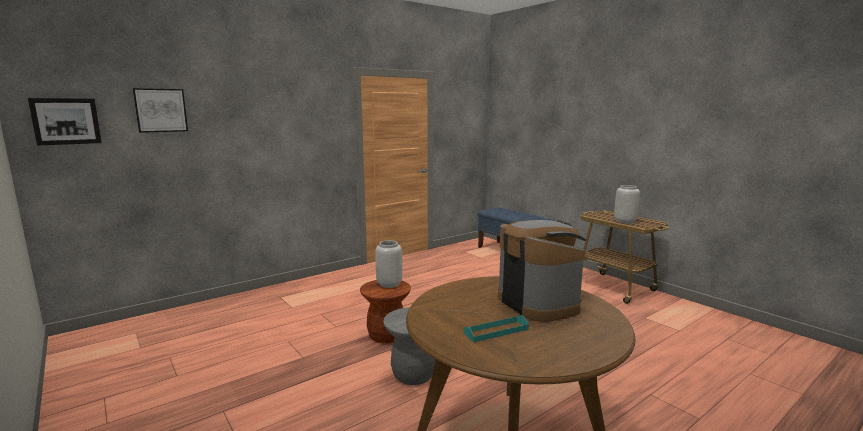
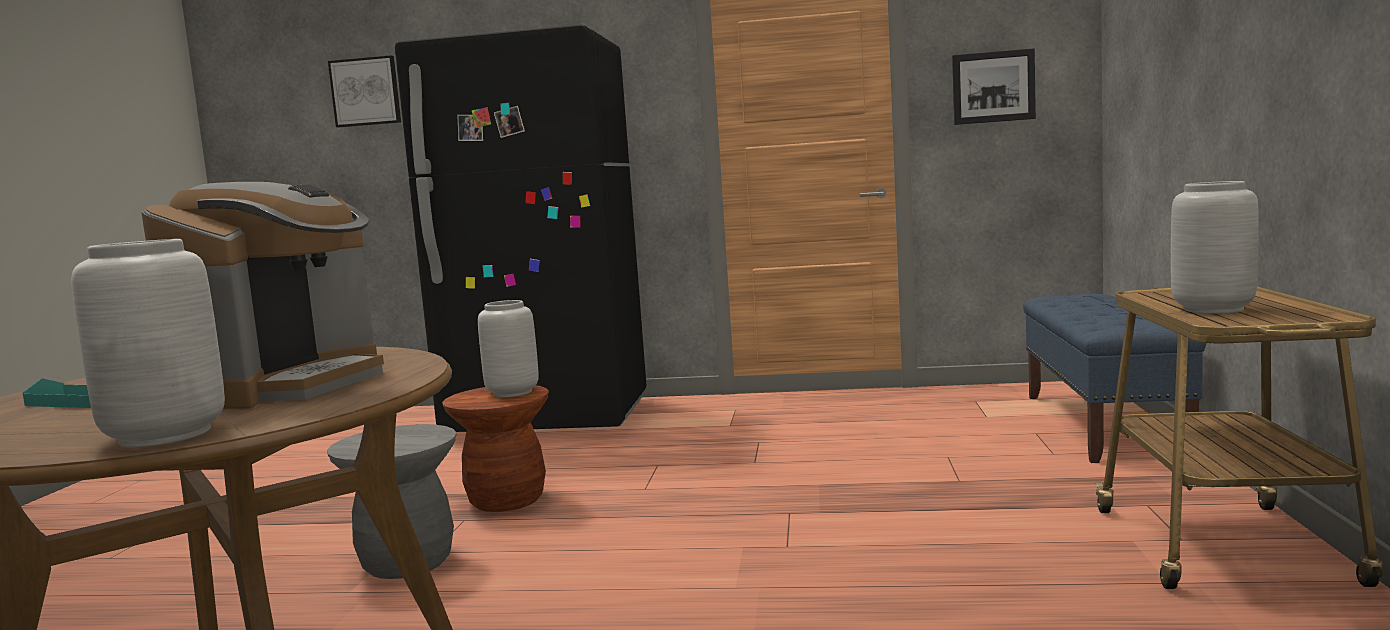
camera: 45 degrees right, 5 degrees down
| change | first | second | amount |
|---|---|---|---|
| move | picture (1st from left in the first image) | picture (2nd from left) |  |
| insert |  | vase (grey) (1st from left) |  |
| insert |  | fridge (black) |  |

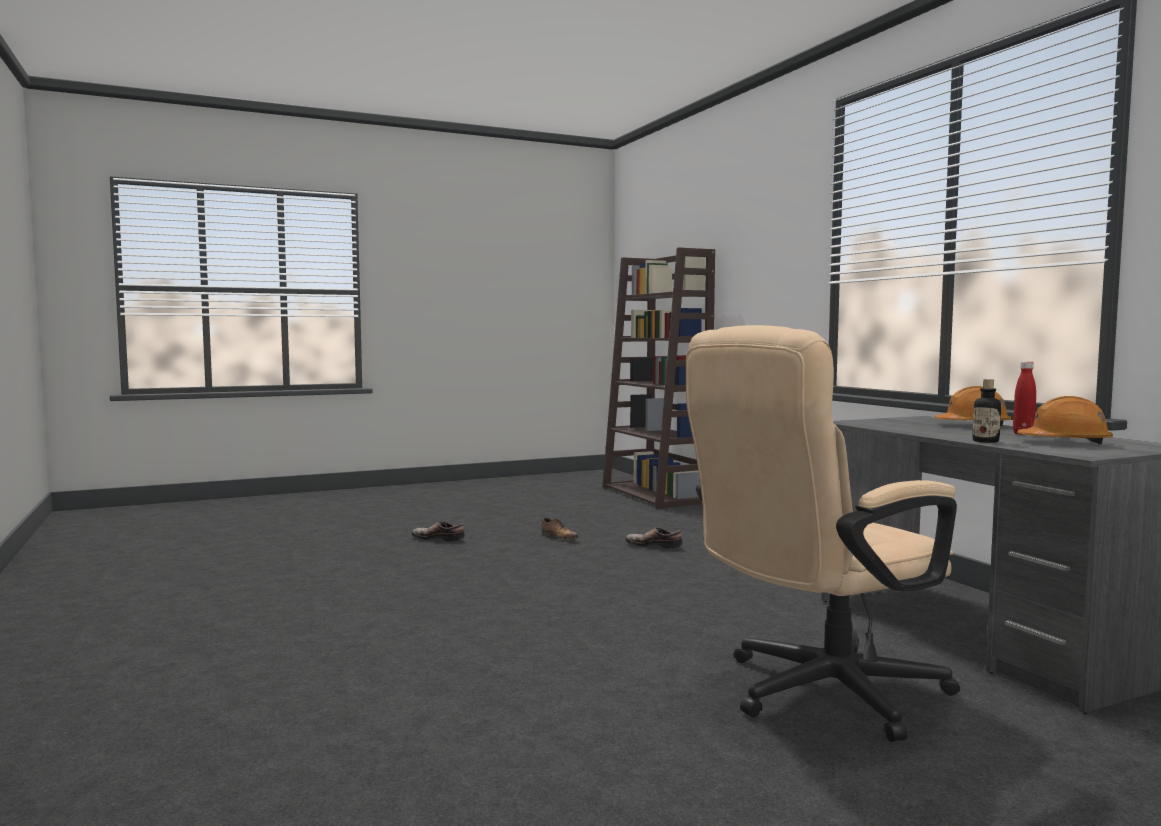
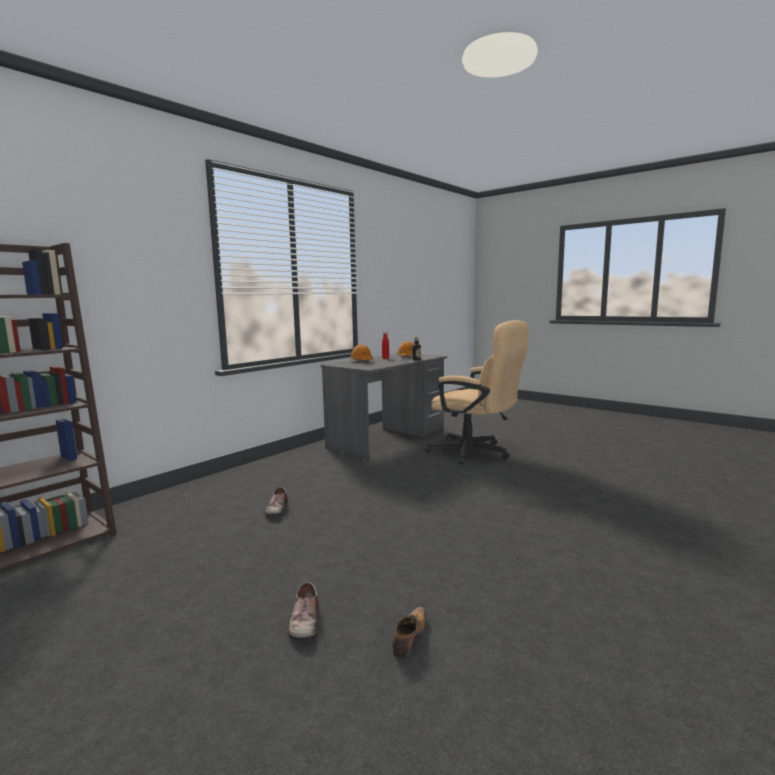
camera: 115 degrees left, 5 degrees up
| change | first | second | amount |
|---|---|---|---|
| move | shoe (2nd from left in the first image) | shoe (3rd from left) |  |

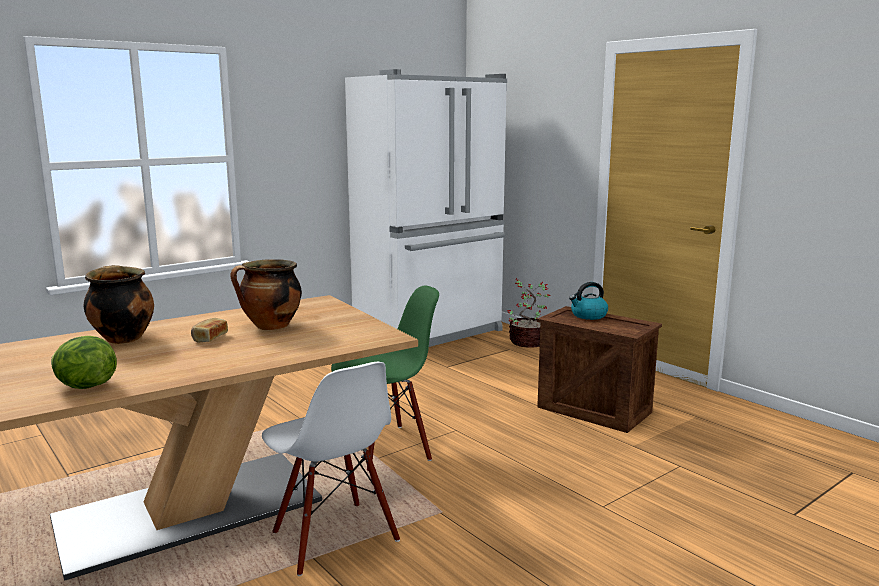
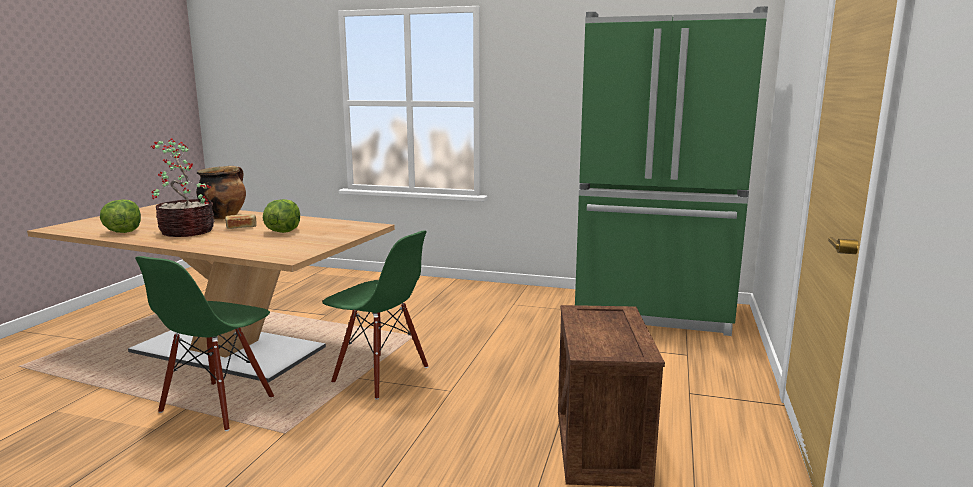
camera: 55 degrees right, 0 degrees up
| change | first | second | amount |
|---|---|---|---|
| replace | cooking pot (2nd from left) | lettuce (2nd from left) |  |
| recolor | chair (white) | chair (green) (1st from left) |  |
| recolor | fridge (white) | fridge (green) |  |
| move | potted plant |  |  |
| delete | kettle |  |  |

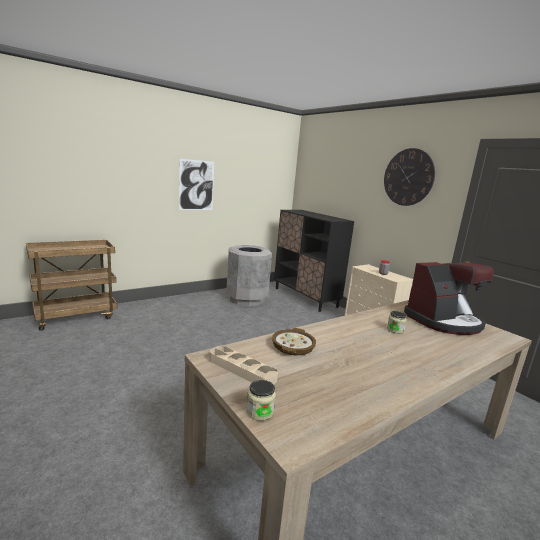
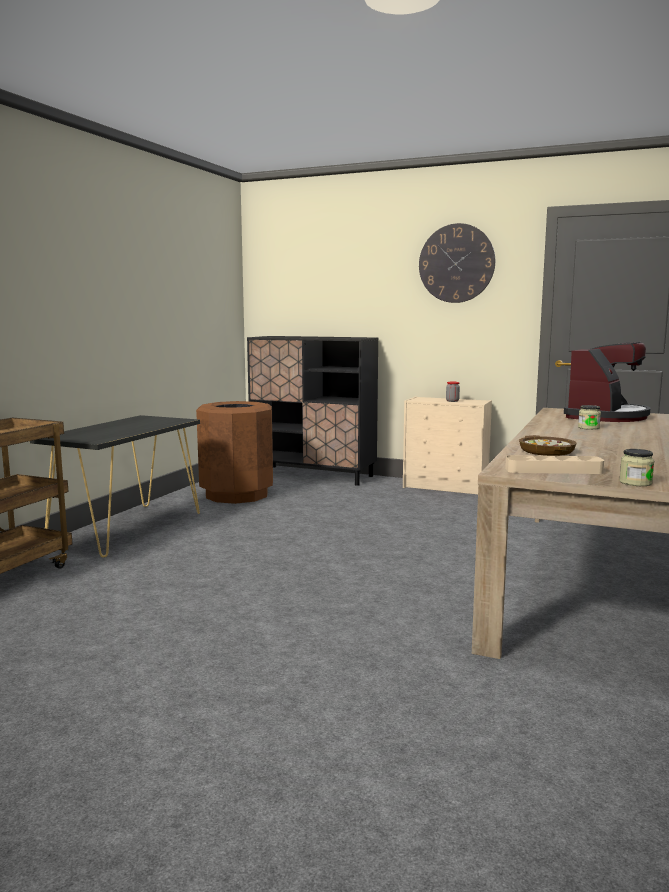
camera: 30 degrees left, 5 degrees down
| change | first | second | amount |
|---|---|---|---|
| delete | picture |  |  |
| recolor | trash can (grey) | trash can (brown) |  |
| insert |  | console table (black) |  |

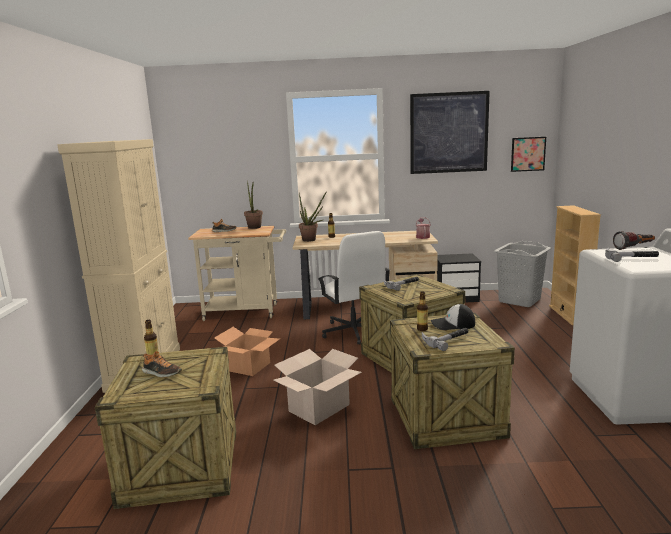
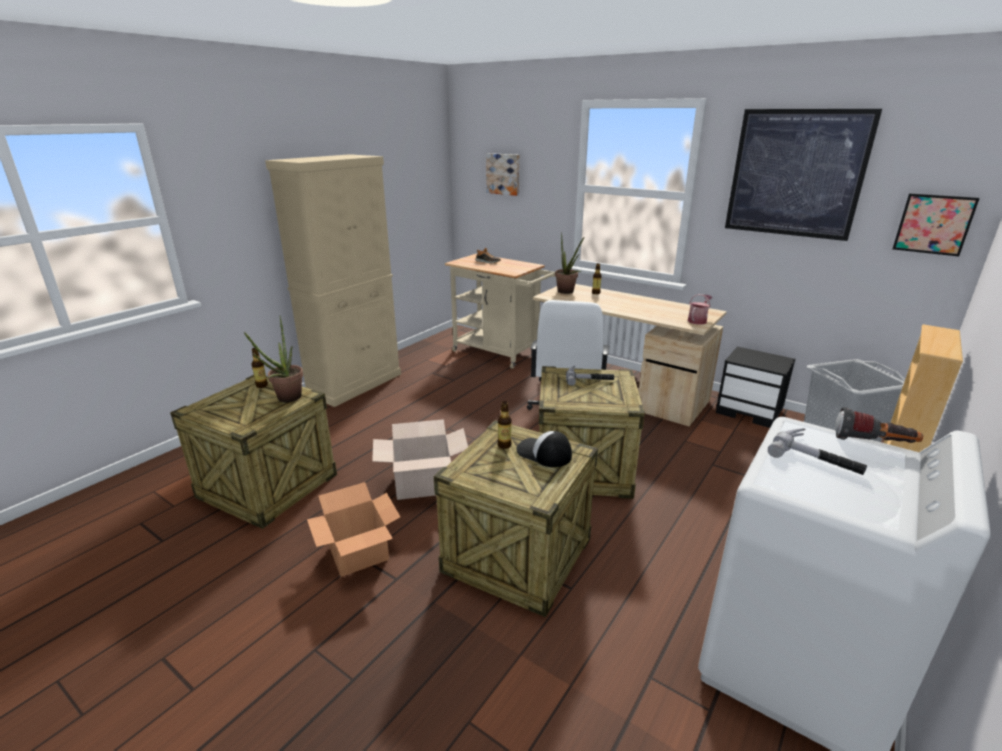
camera: 35 degrees right, 10 degrees up
| change | first | second | amount |
|---|---|---|---|
| delete | shoe (1st from left) |  |  |
| move | cardboard box (1st from left) |  |  |
| move | potted plant (1st from left) |  |  |
| delete | hammer (2nd from left) |  |  |
| insert |  | picture (1st from left) |  |

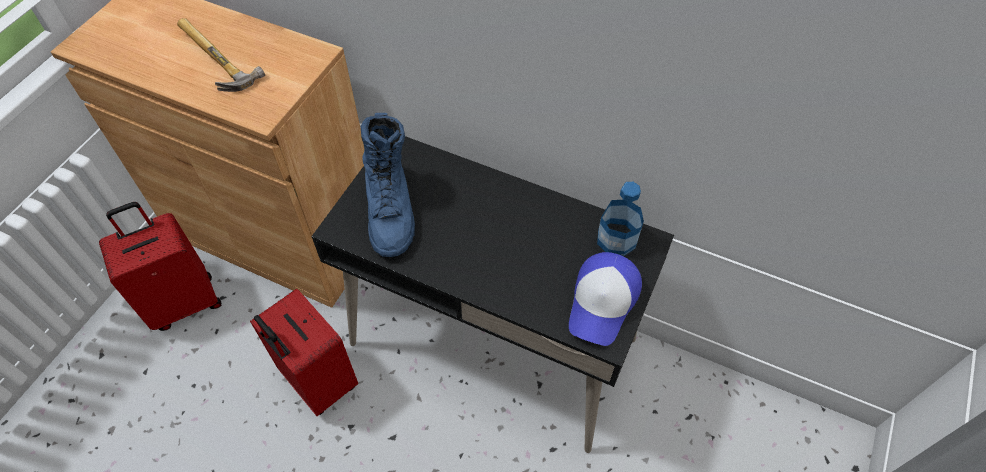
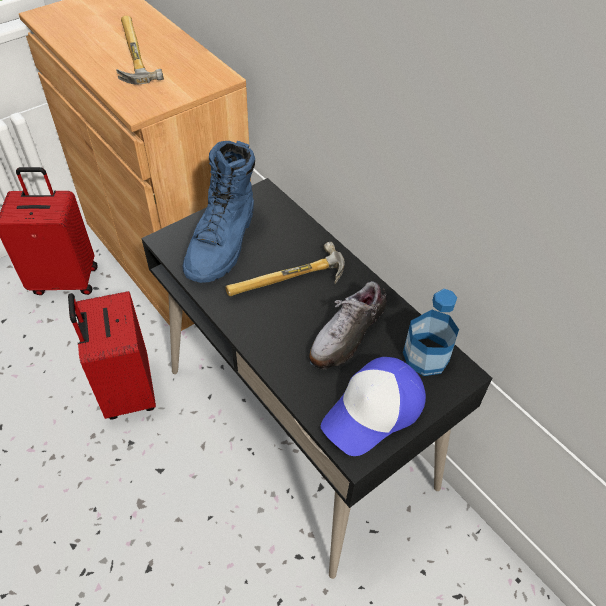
camera: 25 degrees right, 5 degrees down
| change | first | second | amount |
|---|---|---|---|
| insert |  | hammer (2nd from left) |  |
| insert |  | shoe |  |

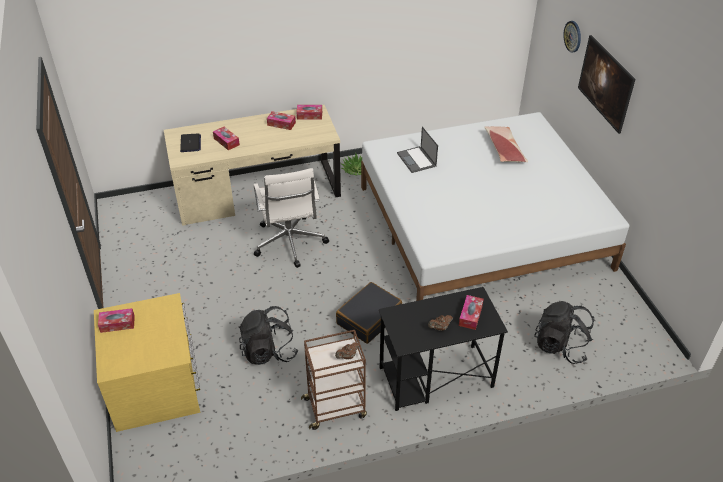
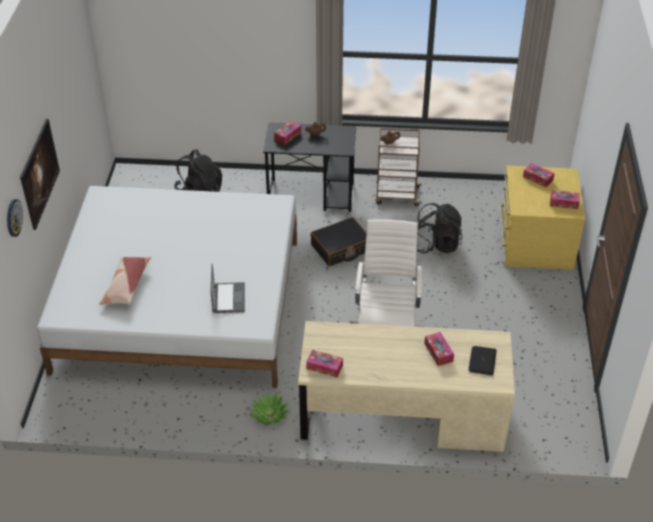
camera: 160 degrees left, 0 degrees up
| change | first | second | amount |
|---|---|---|---|
| move | tissue box (3rd from left in the first image) | tissue box (4th from left) |  |

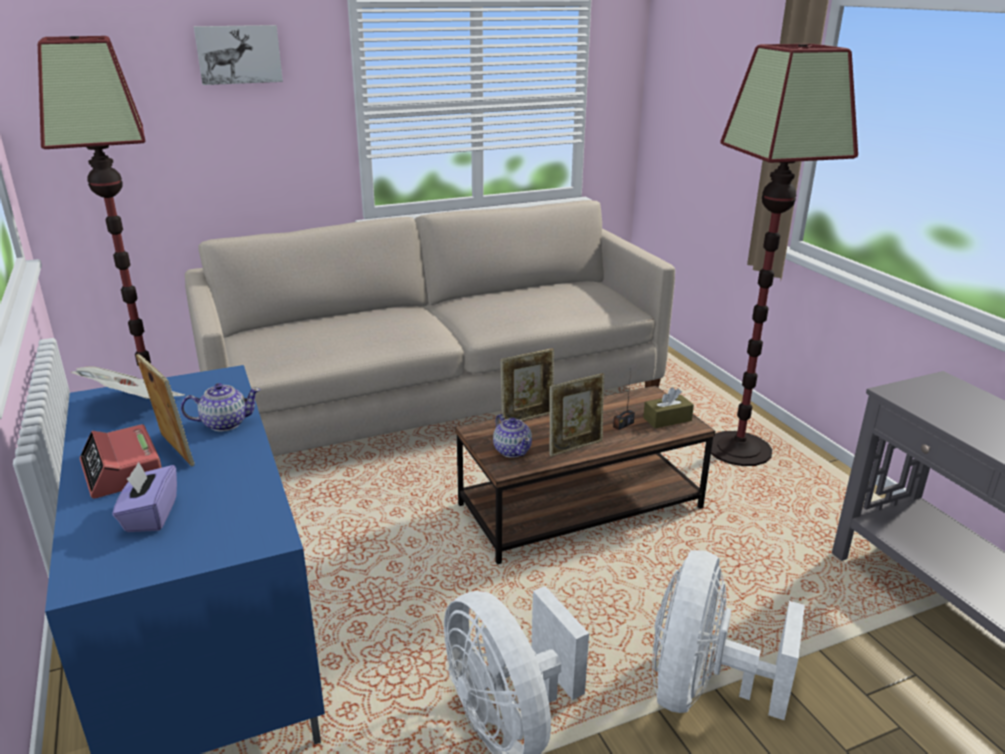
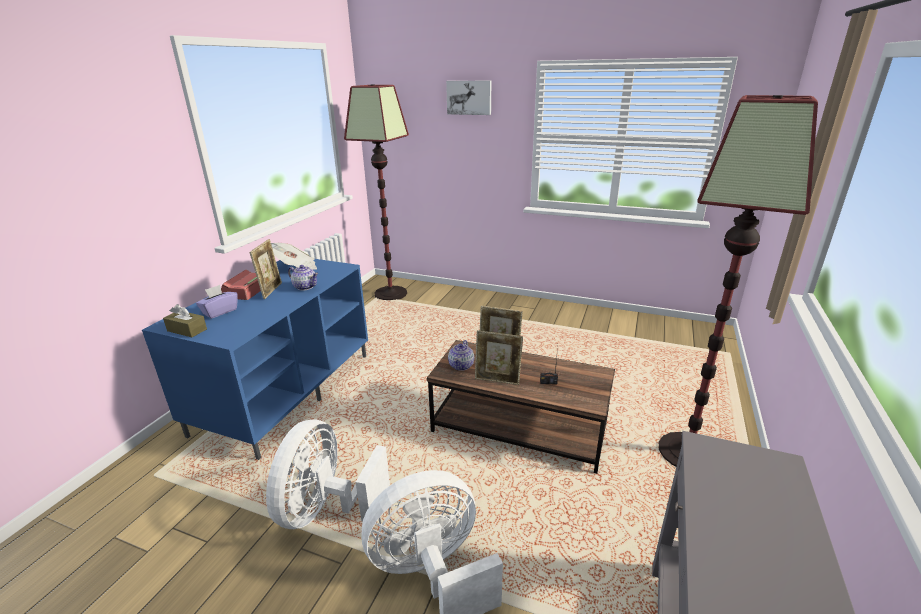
camera: 45 degrees right, 0 degrees up
| change | first | second | amount |
|---|---|---|---|
| delete | sofa (beige) |  |  |
| move | tissue box (brown) |  |  |

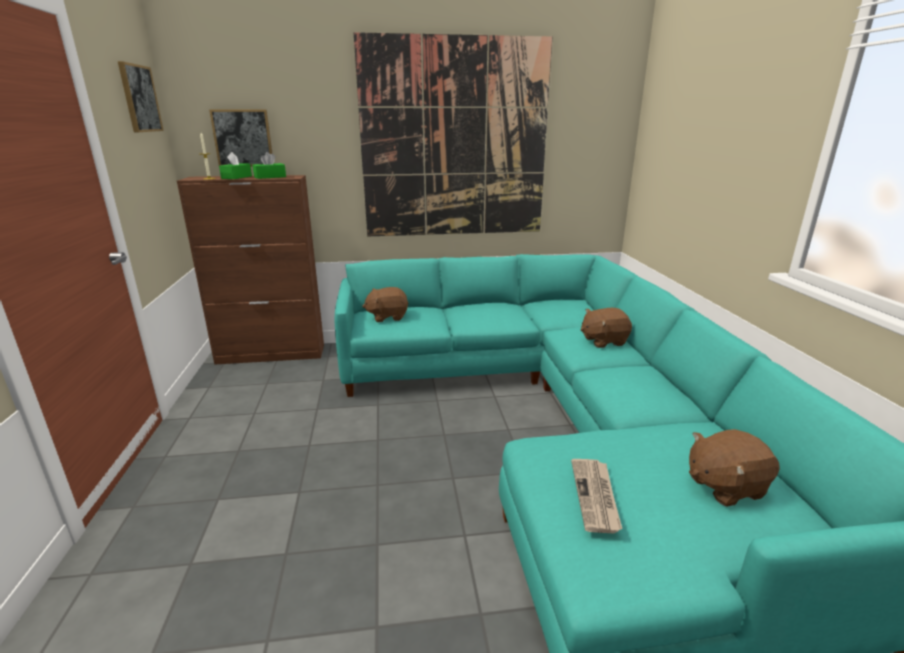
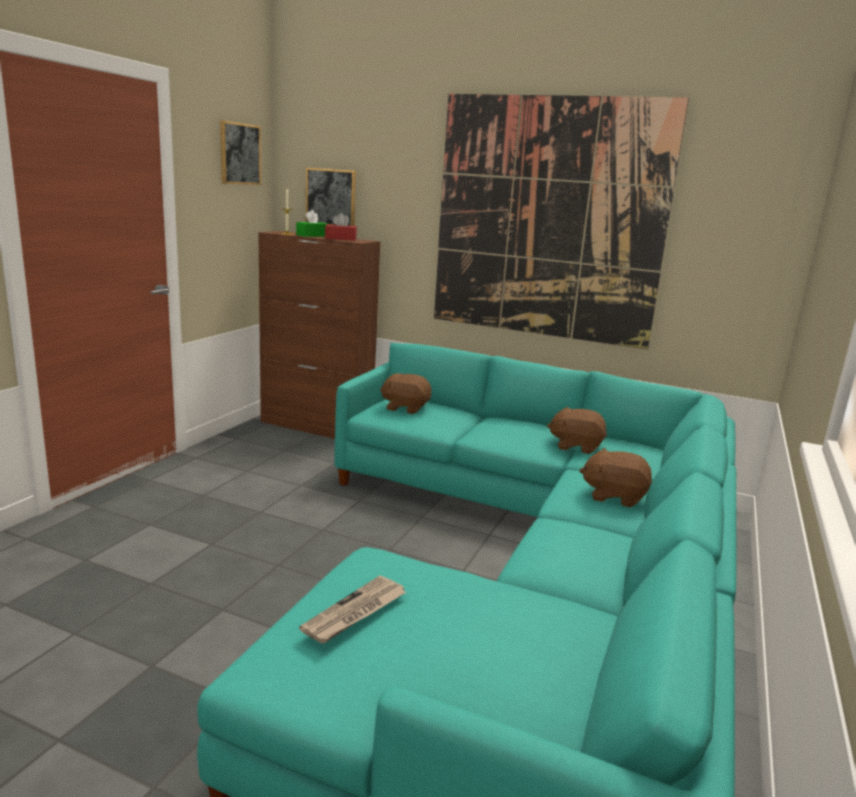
camera: 30 degrees right, 5 degrees down
| change | first | second | amount |
|---|---|---|---|
| recolor | tissue box (green) (2nd from left) | tissue box (red) |  |
| move | plush toy (brown) (3rd from left in the first image) | plush toy (brown) (2nd from left) |  |

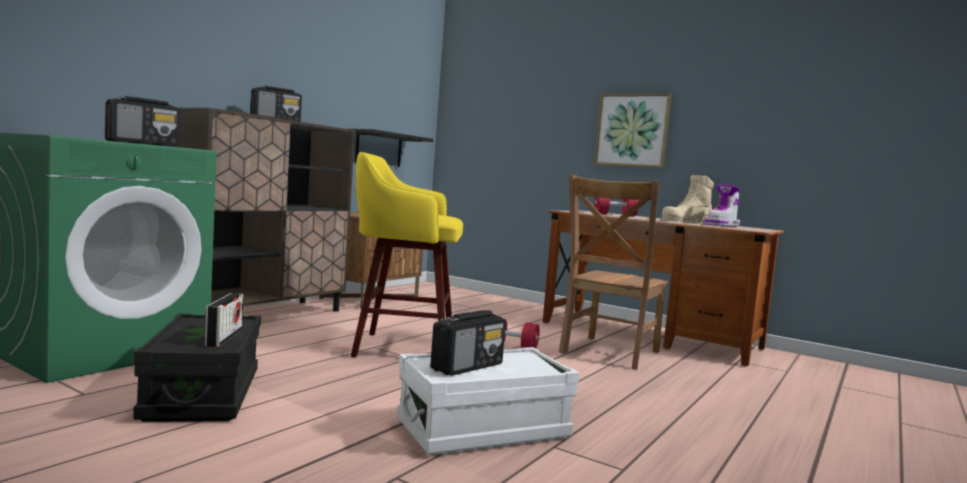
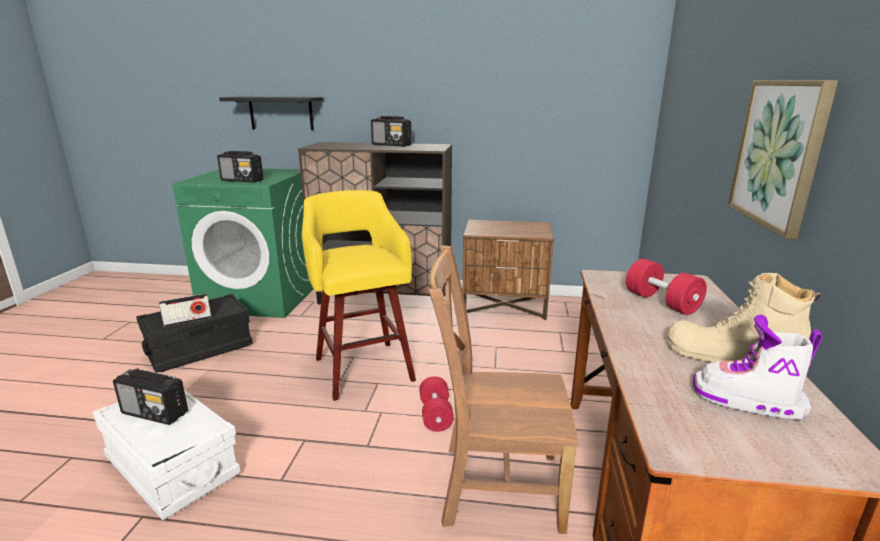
camera: 65 degrees right, 15 degrees up
| change | first | second | amount |
|---|---|---|---|
| move | shelf (black) |  |  |

